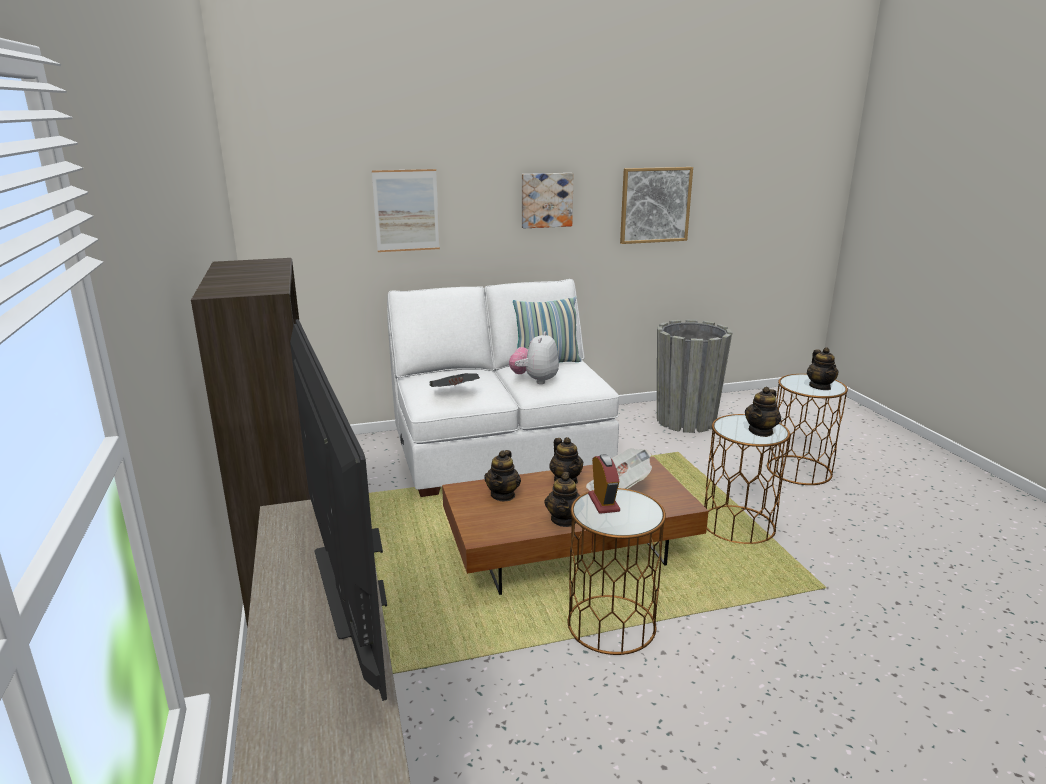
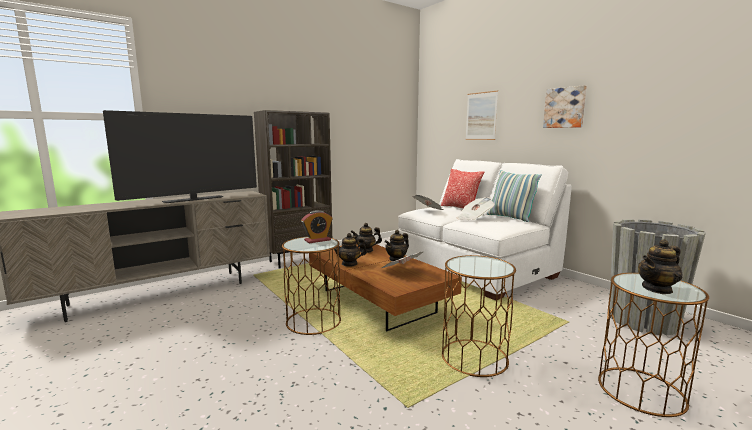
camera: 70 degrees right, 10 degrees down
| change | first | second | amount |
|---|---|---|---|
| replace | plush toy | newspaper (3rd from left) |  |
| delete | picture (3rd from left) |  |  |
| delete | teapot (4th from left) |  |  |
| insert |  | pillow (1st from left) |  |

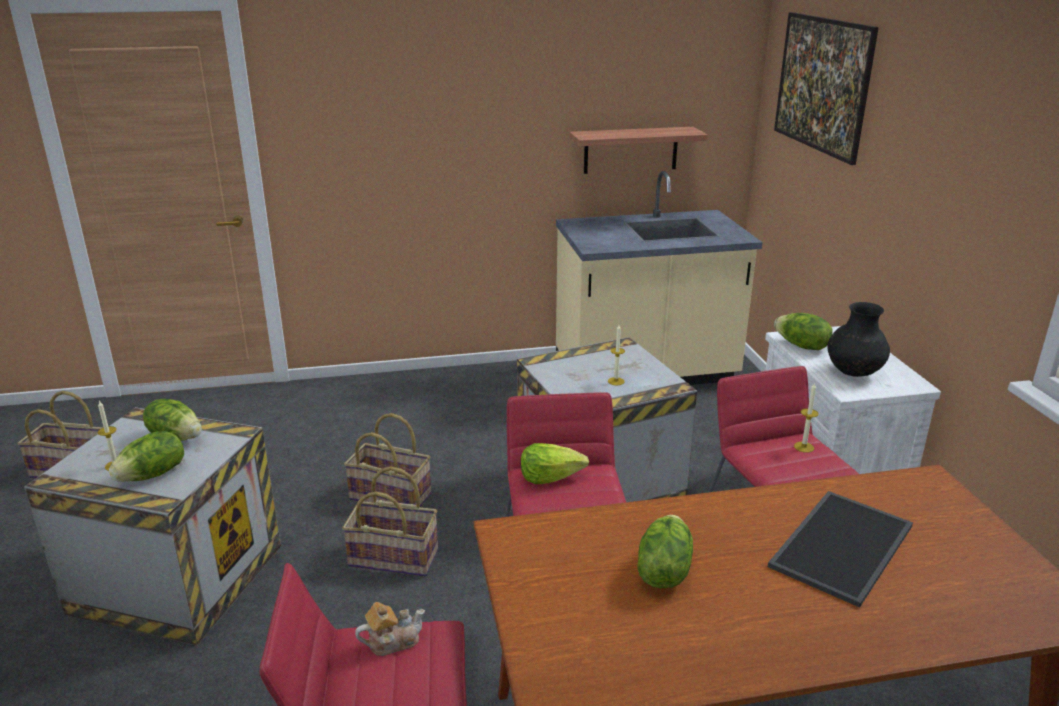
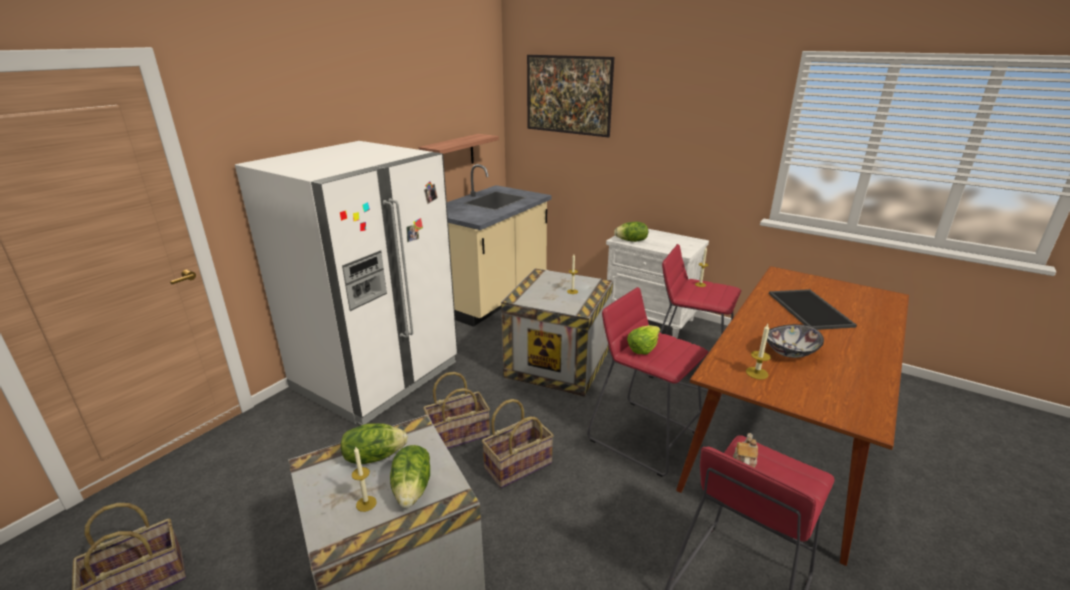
camera: 45 degrees left, 0 degrees up
| change | first | second | amount |
|---|---|---|---|
| replace | lettuce (4th from left) | bowl |  |
| delete | vase (black) |  |  |
| insert |  | fridge (white) |  |
| insert |  | candle (4th from left) |  |

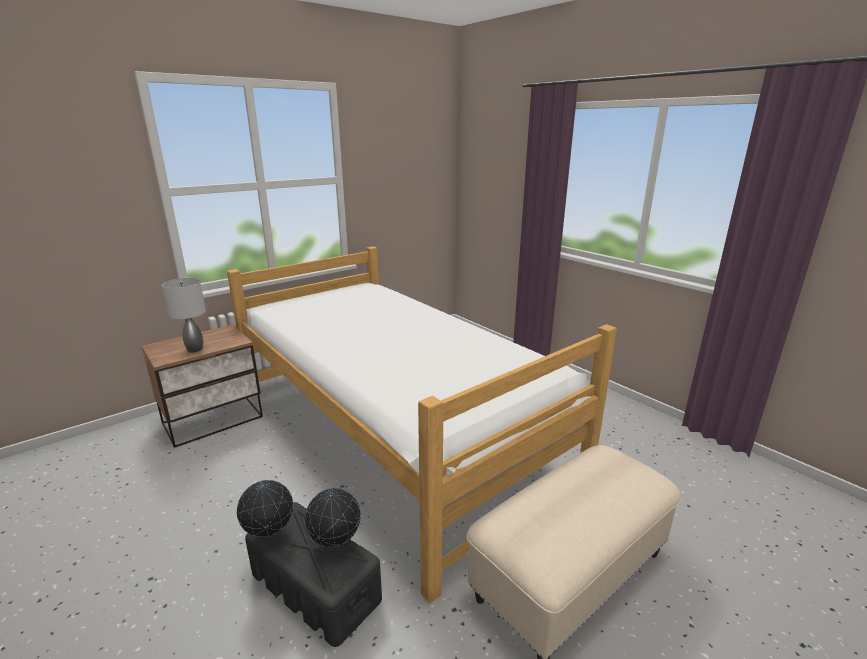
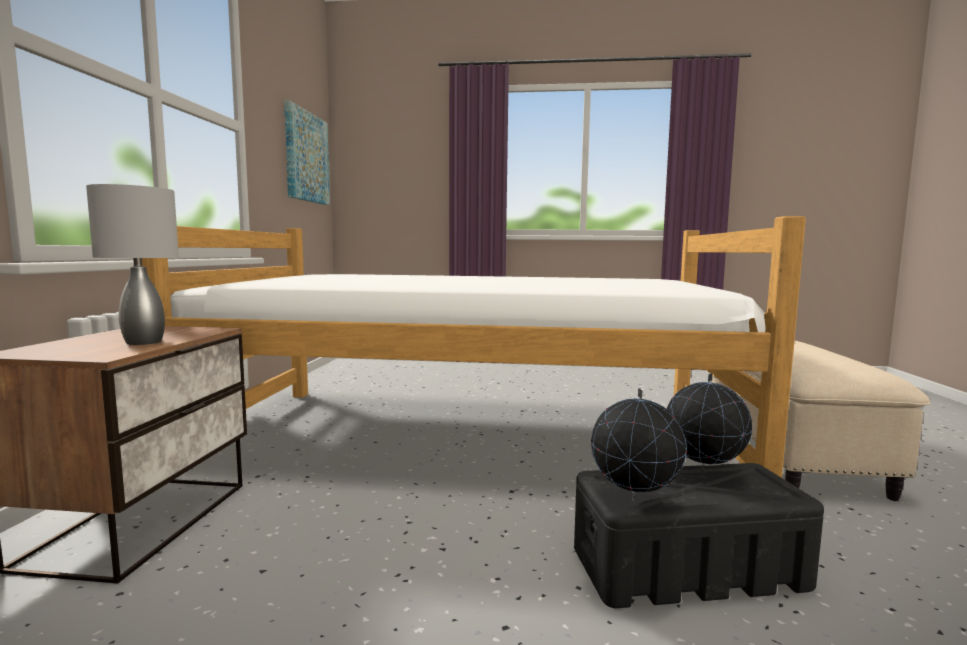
camera: 45 degrees left, 15 degrees down
| change | first | second | amount |
|---|---|---|---|
| insert |  | picture |  |

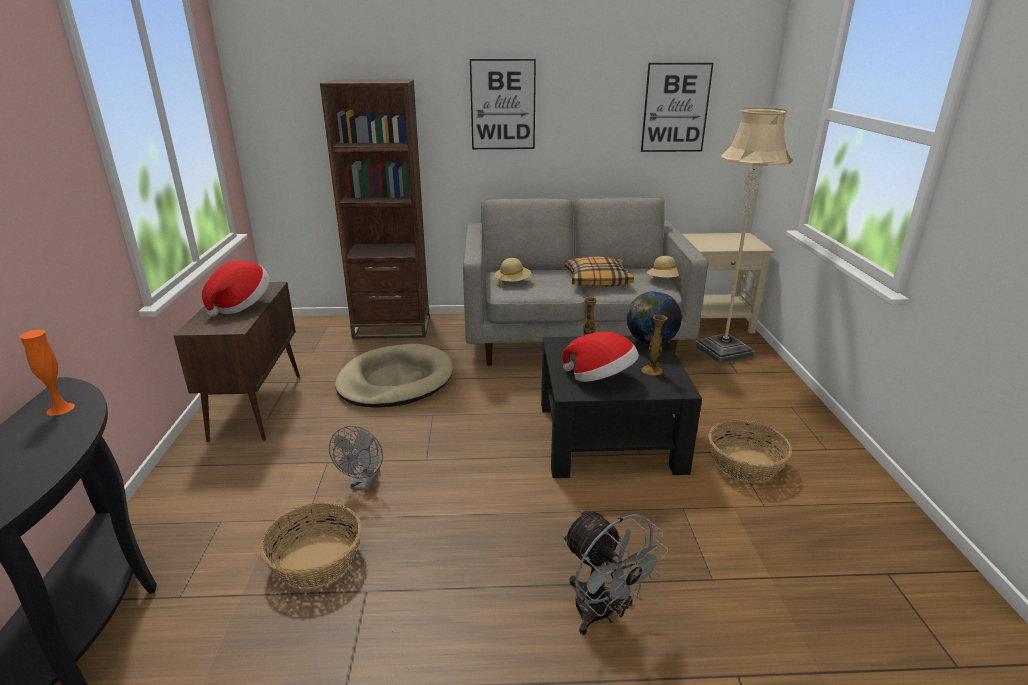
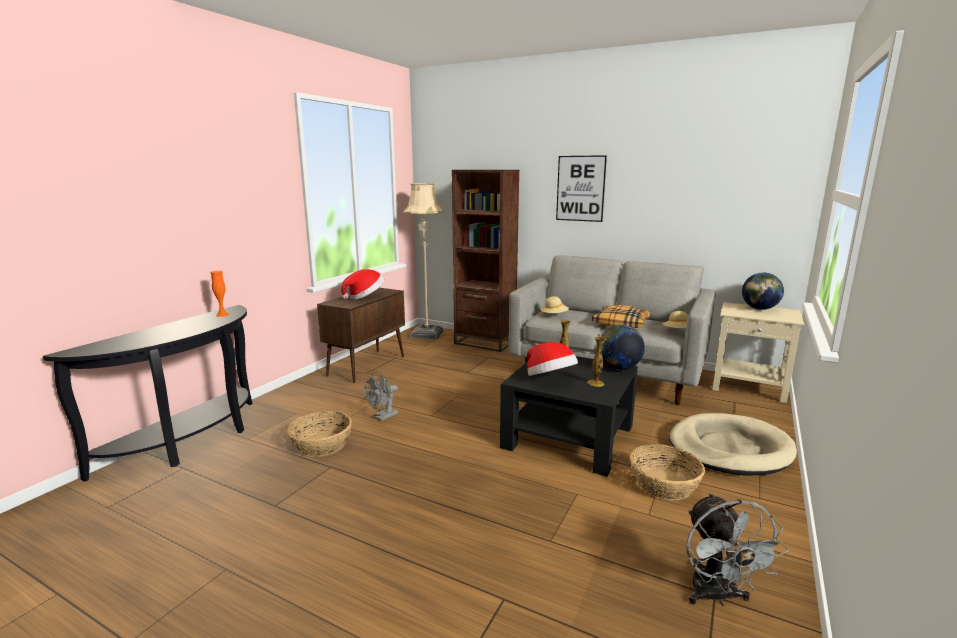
camera: 30 degrees right, 10 degrees down
| change | first | second | amount |
|---|---|---|---|
| move | dog bed (beige) |  |  |
| move | fan (grey) (2nd from left) |  |  |
| delete | picture (2nd from left) |  |  |
| move | floor lamp (beige) |  |  |
| insert |  | globe (2nd from left) |  |

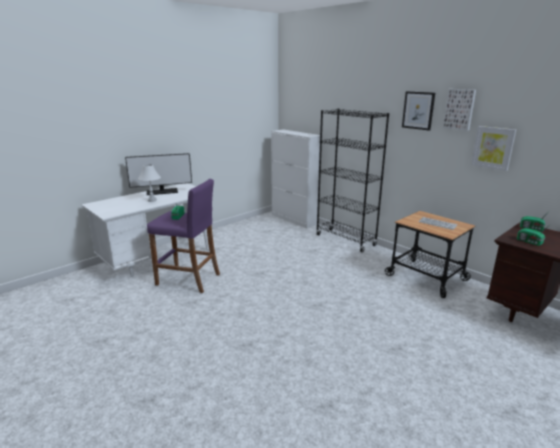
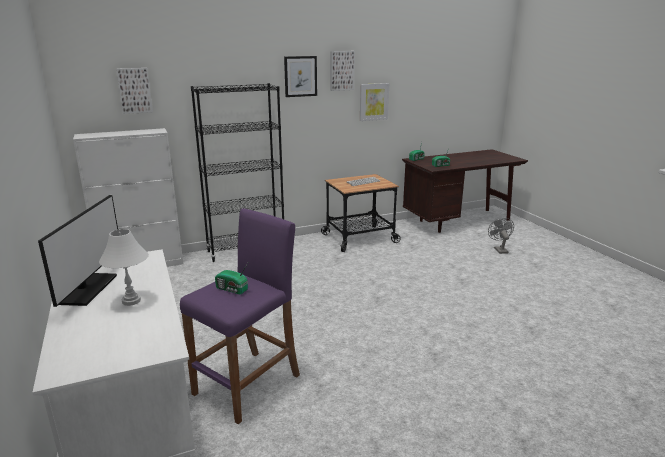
camera: 70 degrees left, 0 degrees up
| change | first | second | amount |
|---|---|---|---|
| insert |  | picture (1st from left) |  |
| insert |  | fan (grey) |  |

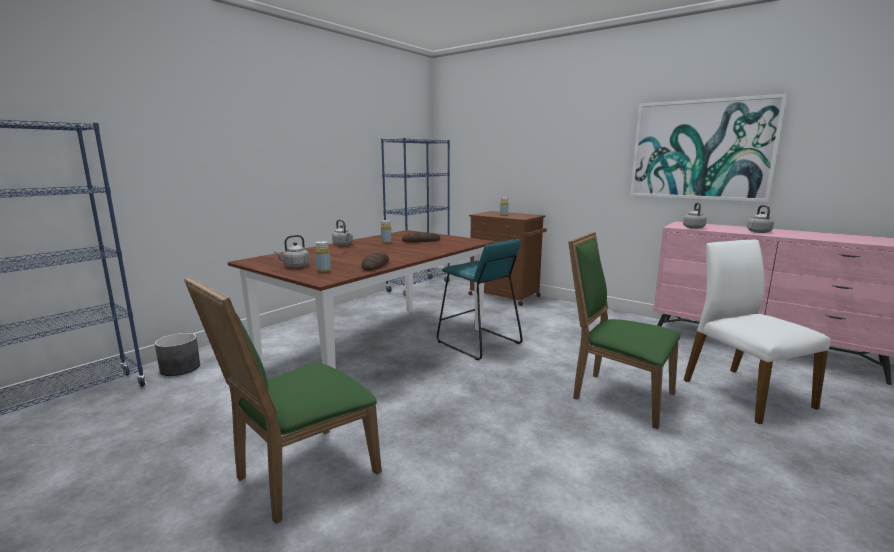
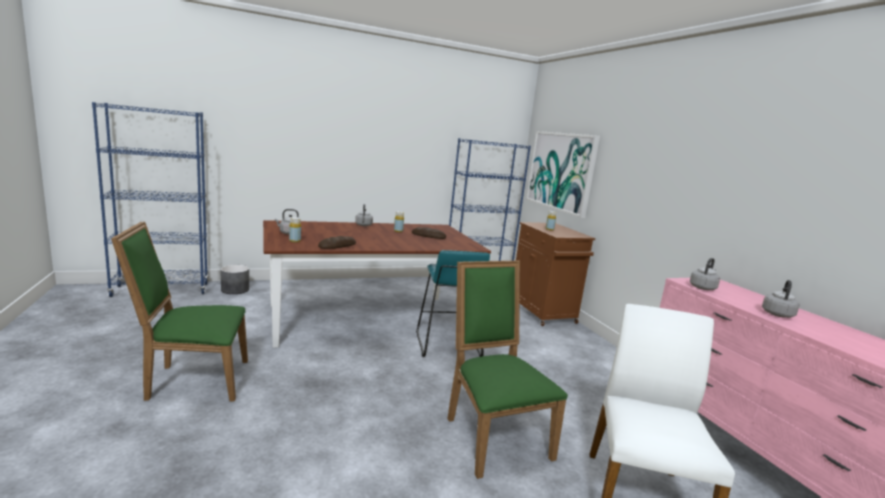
camera: 30 degrees right, 0 degrees up
| change | first | second | amount |
|---|---|---|---|
| move | picture |  |  |

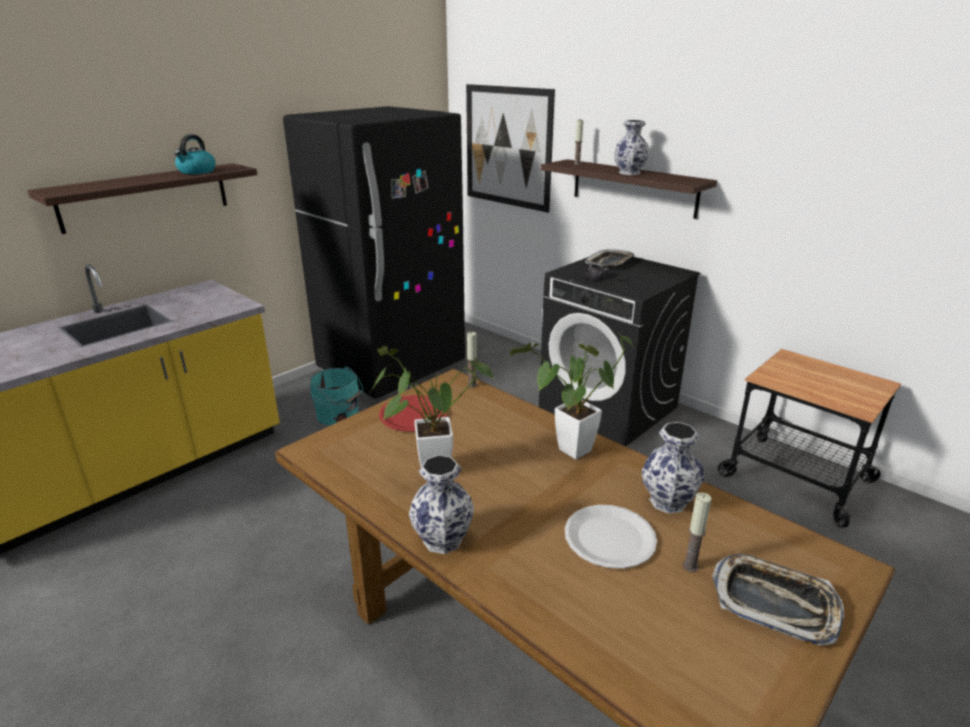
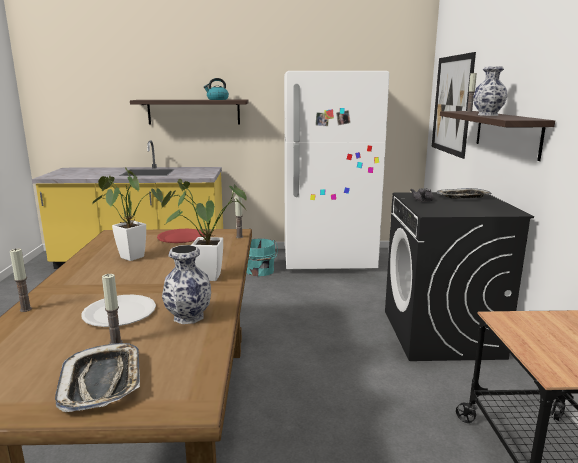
camera: 45 degrees right, 10 degrees down
| change | first | second | amount |
|---|---|---|---|
| recolor | fridge (black) | fridge (white) |  |
| delete | vase (1st from left) |  |  |
| insert |  | candle (1st from left) |  |

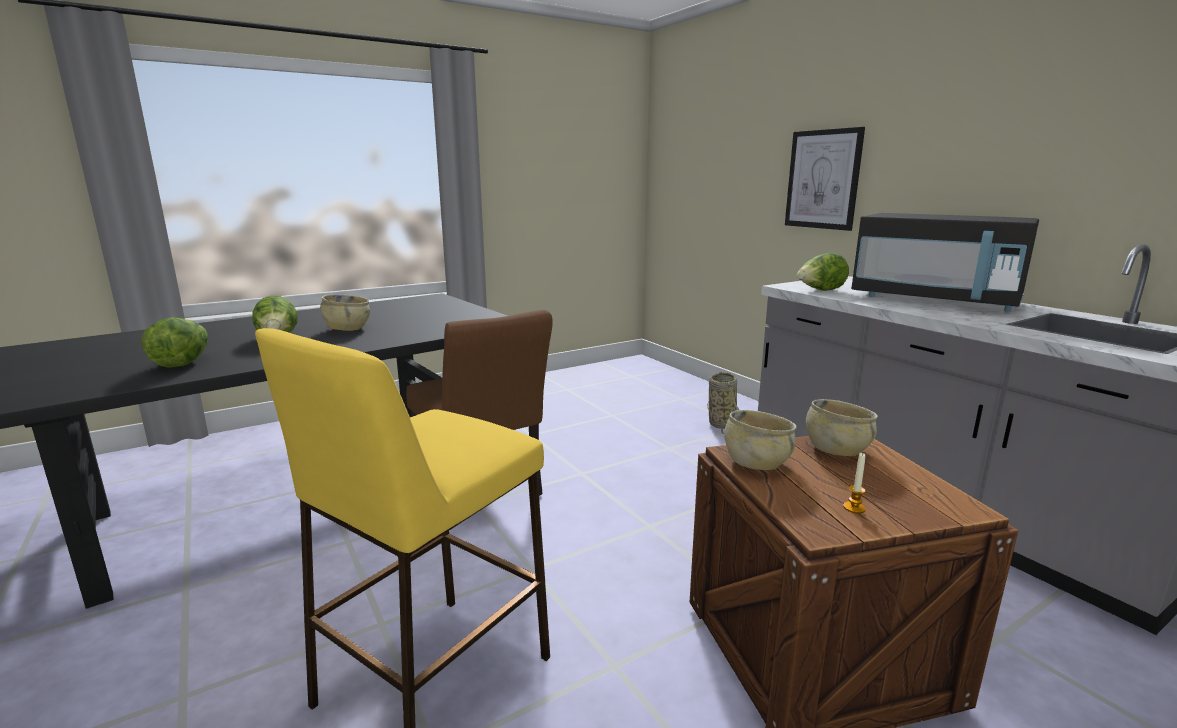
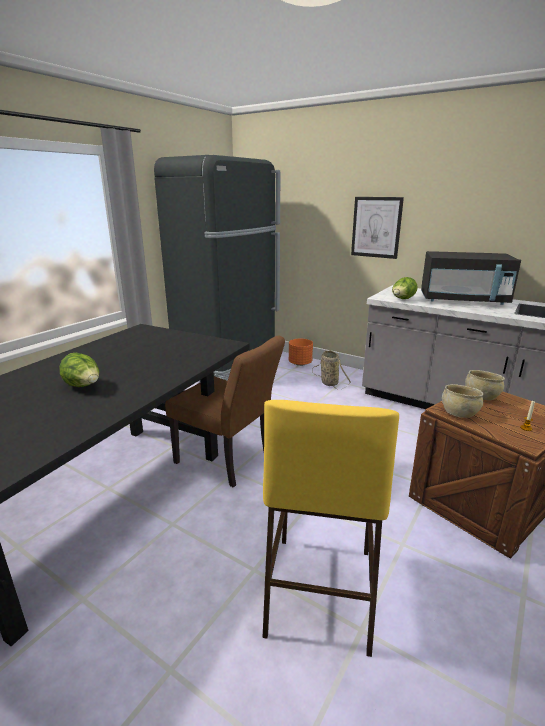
camera: 25 degrees left, 5 degrees up
| change | first | second | amount |
|---|---|---|---|
| delete | lettuce (1st from left) |  |  |
| delete | bowl (beige) (1st from left) |  |  |
| insert |  | fridge (black) |  |
| insert |  | planter (orange) |  |

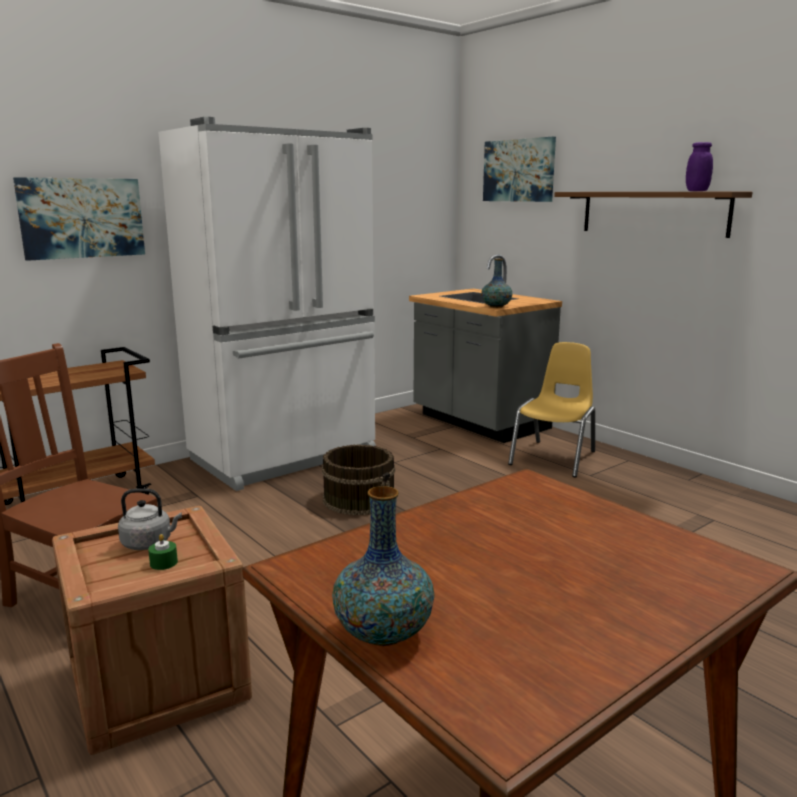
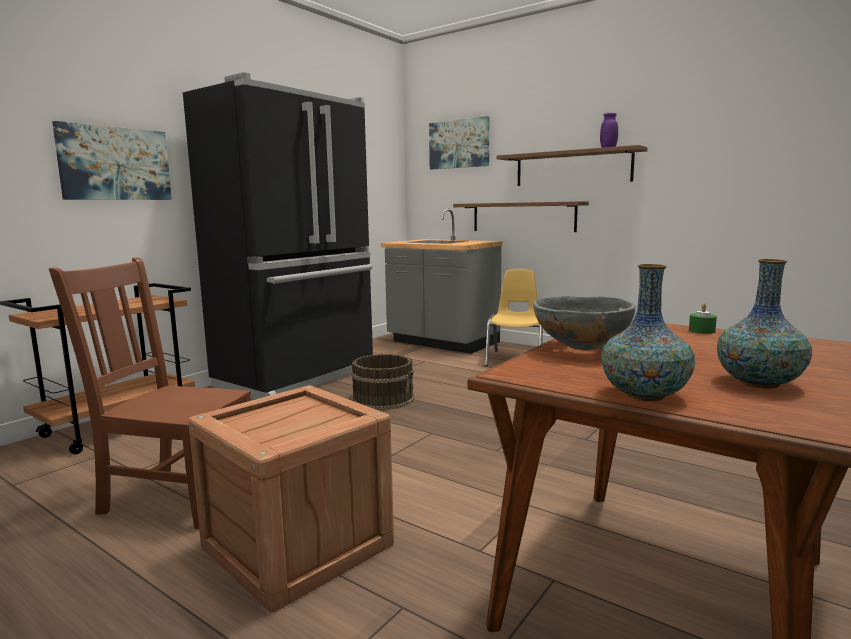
camera: 15 degrees left, 5 degrees down
| change | first | second | amount |
|---|---|---|---|
| delete | kettle (grey) |  |  |
| move | candle (green) |  |  |
| recolor | fridge (white) | fridge (black) |  |
| move | vase (2nd from left) |  |  |
| insert |  | shelf (brown) (1st from left) |  |
| insert |  | bowl (grey) |  |

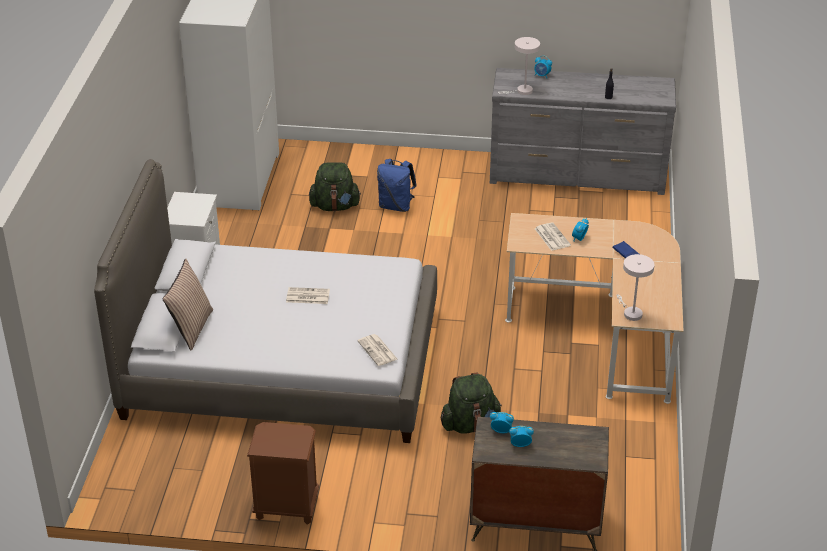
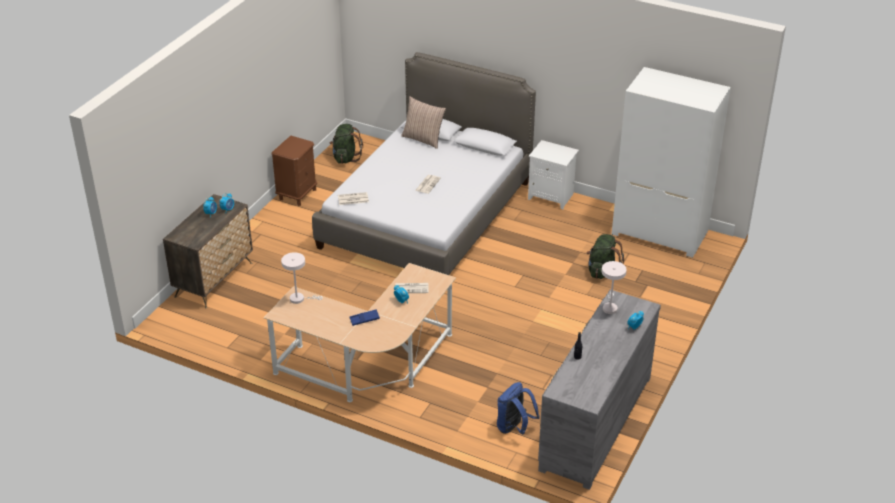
camera: 110 degrees right, 0 degrees up
| change | first | second | amount |
|---|---|---|---|
| move | backpack (blue) |  |  |
| move | backpack (green) (2nd from left in the first image) | backpack (green) (1st from left) |  |

